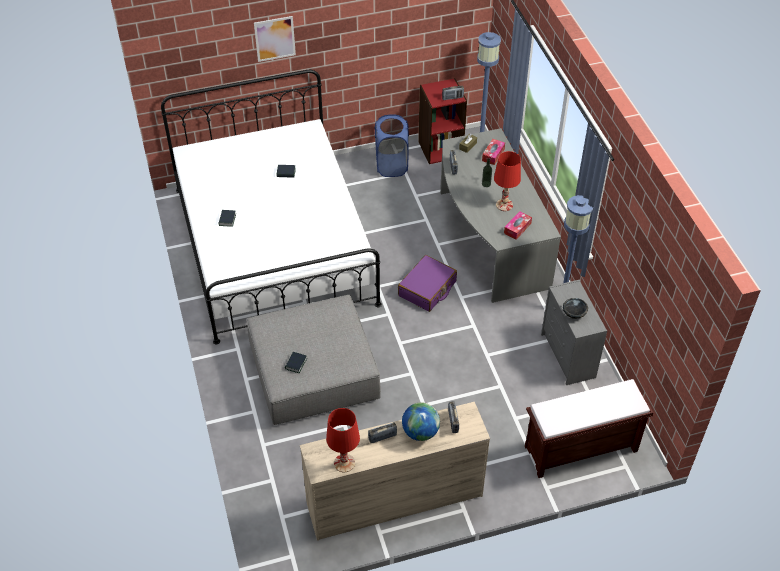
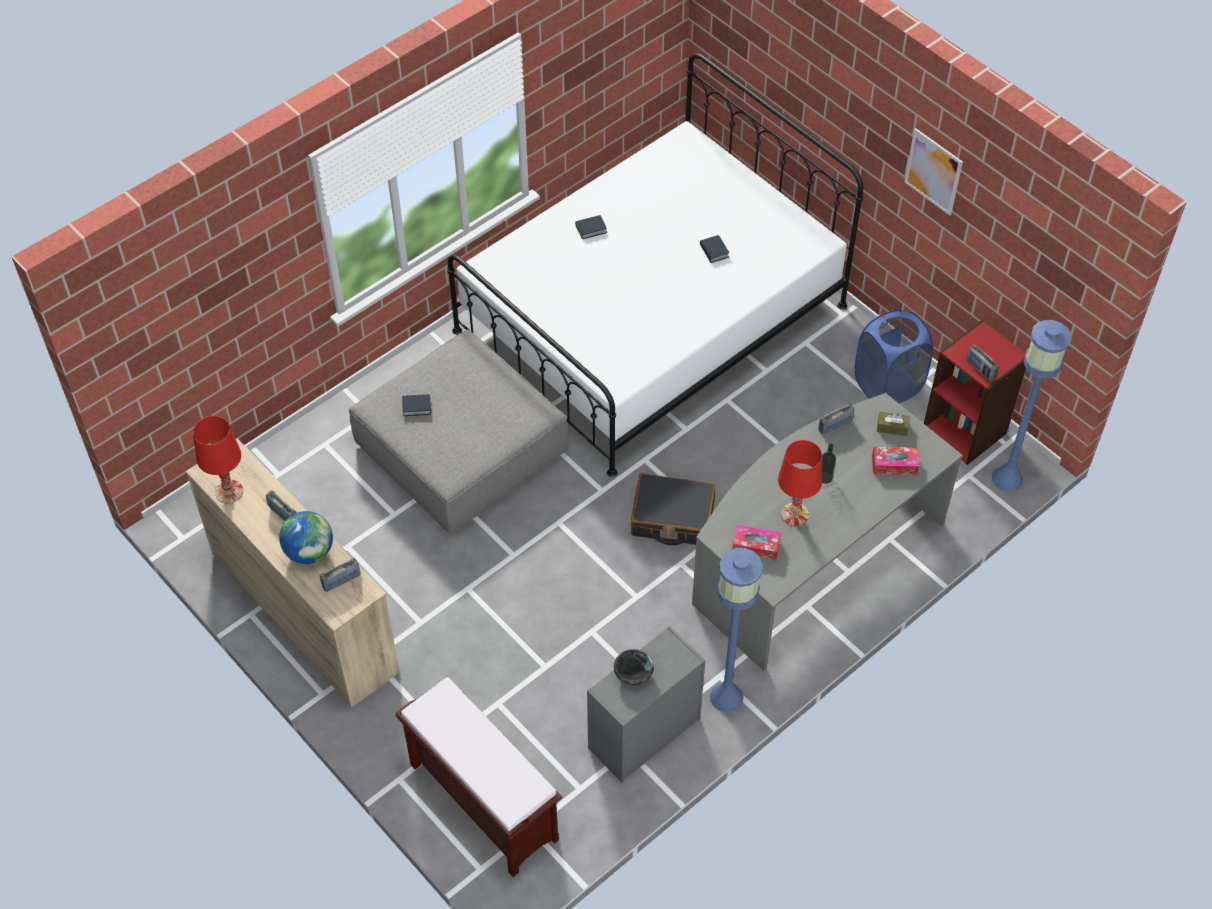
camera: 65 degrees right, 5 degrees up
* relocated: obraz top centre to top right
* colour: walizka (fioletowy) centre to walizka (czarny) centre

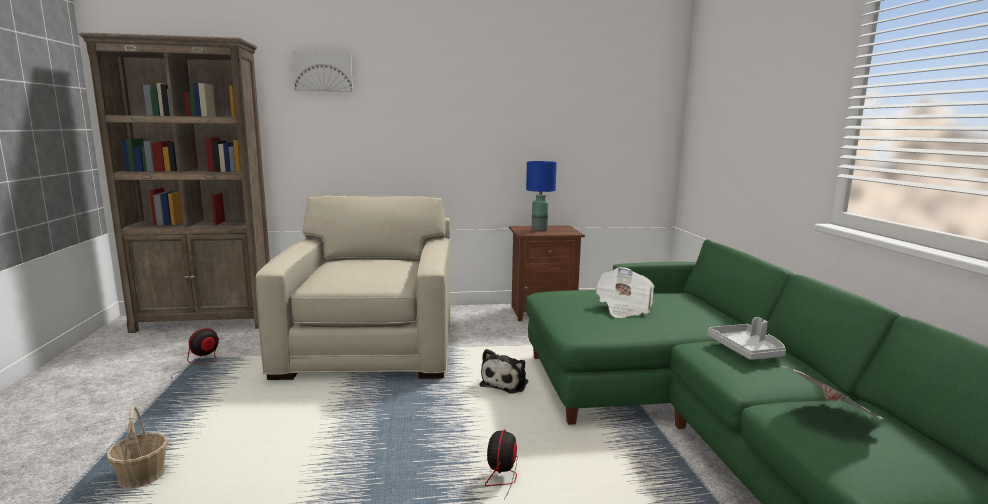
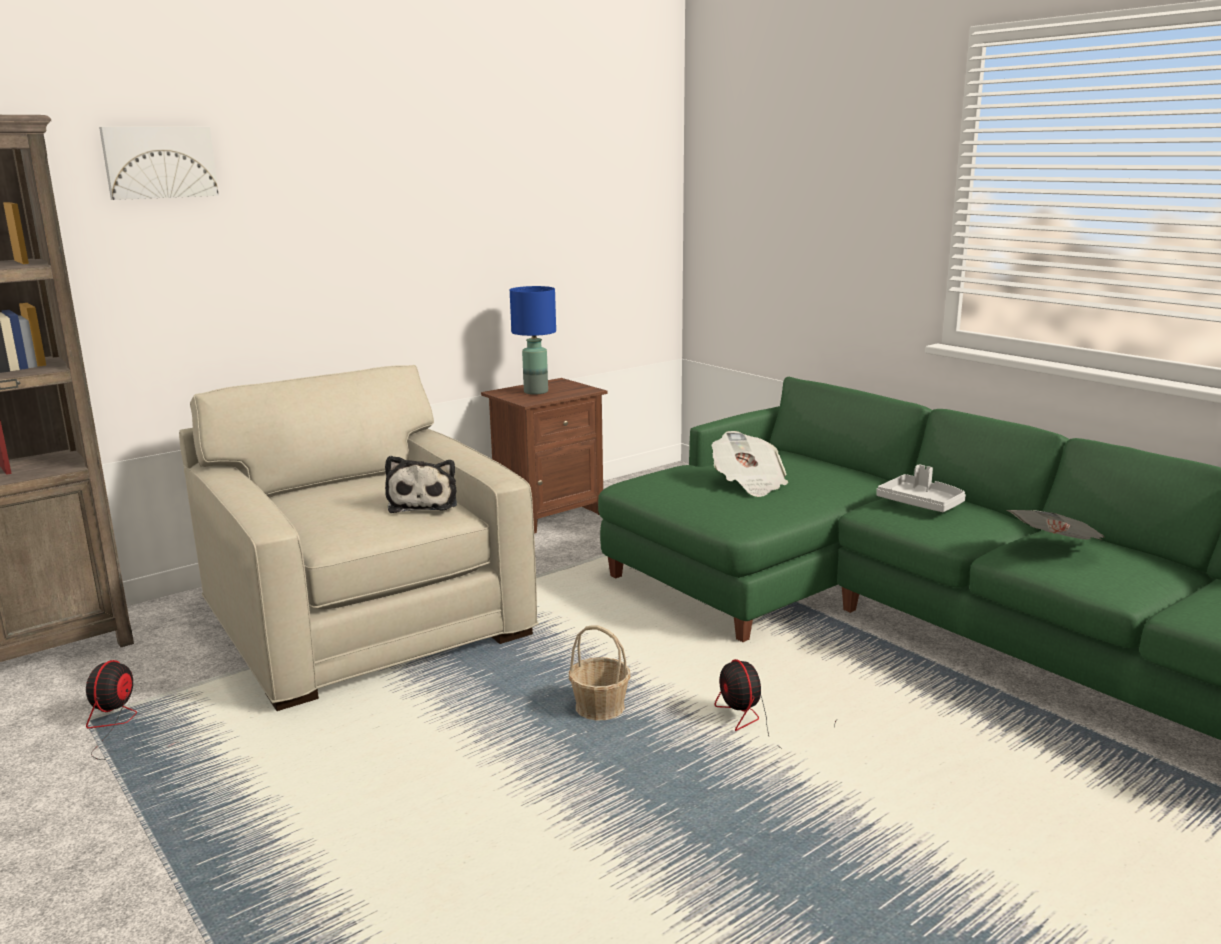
camera: 30 degrees left, 5 degrees up
* relocated: koszyk bottom left to bottom centre
* relocated: pluszak bottom centre to centre

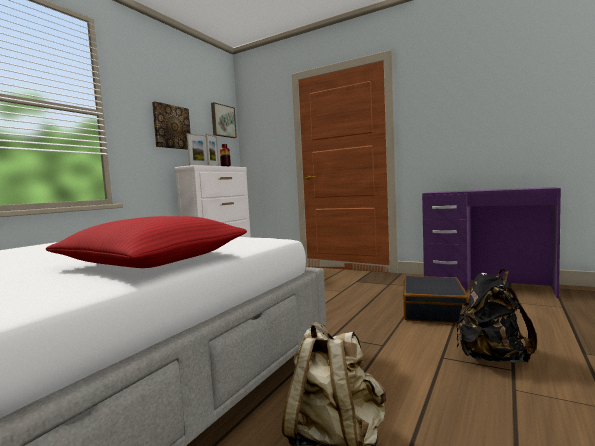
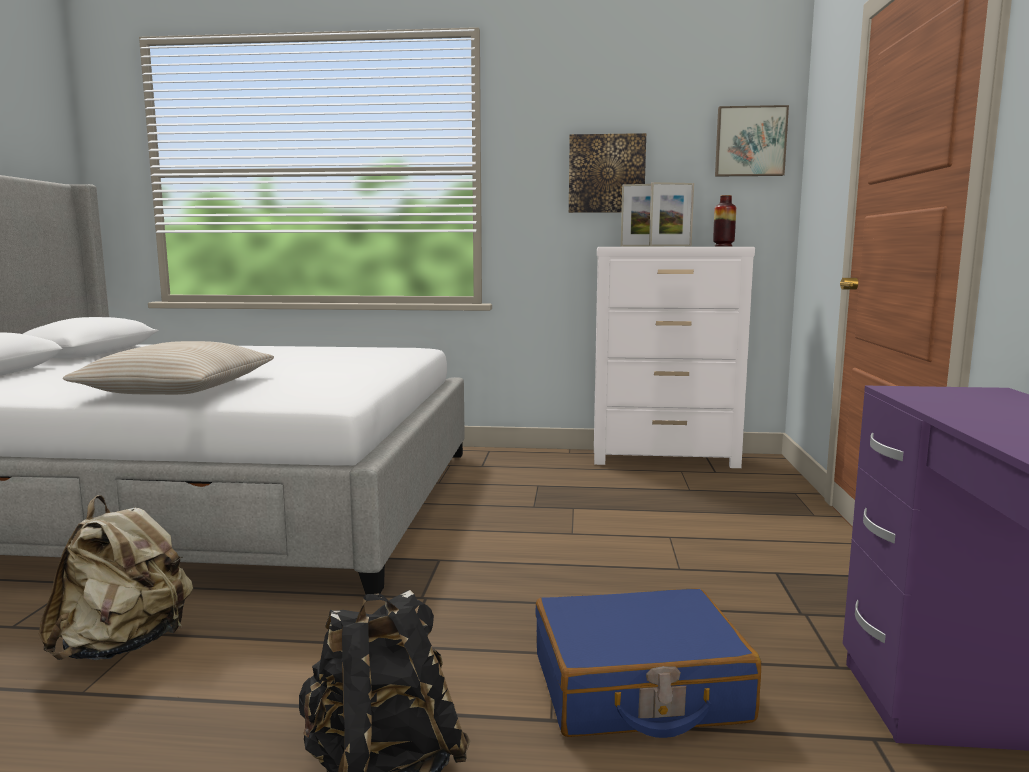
camera: 65 degrees right, 5 degrees up
* colour: poduszka (czerwony) middle left to poduszka (beżowy) middle left
* colour: walizka (czarny) bottom right to walizka (niebieski) bottom centre

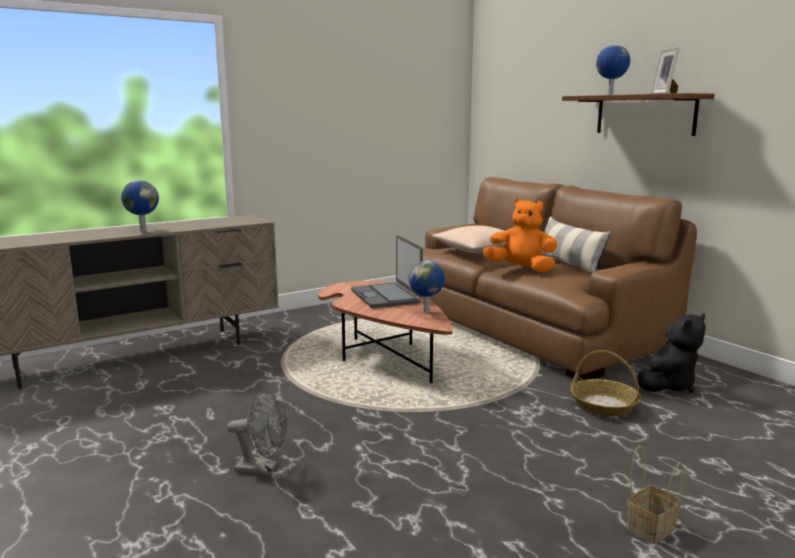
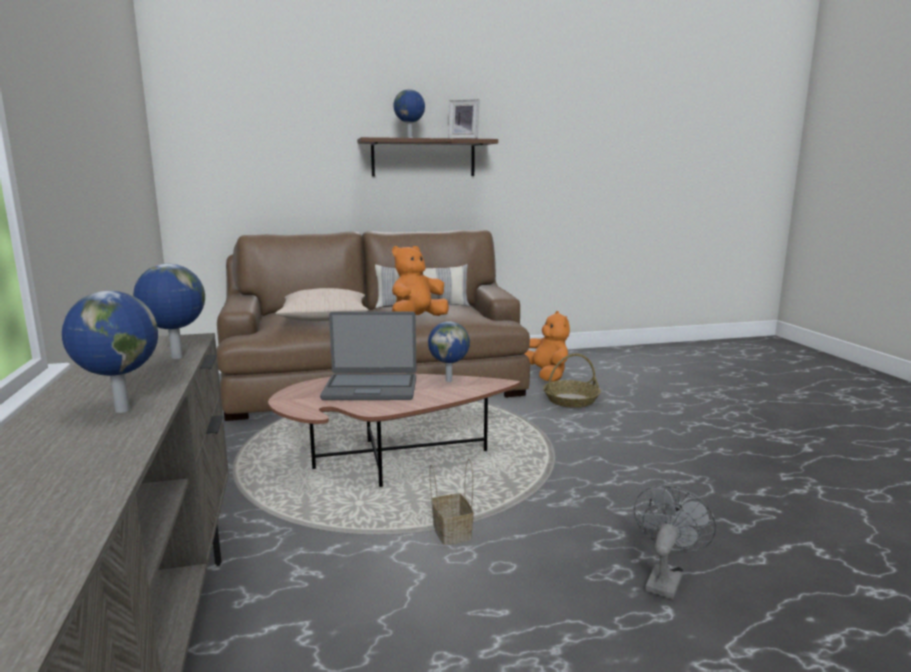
camera: 70 degrees left, 0 degrees up
* appeared: globus (no. 2 from left) middle left
* relocated: koszyk (no. 2 from left in the first image) bottom right to koszyk (no. 1 from left) bottom centre
* colour: pluszak (czarny) middle right to pluszak (pomarańczowy) (no. 2 from left) centre

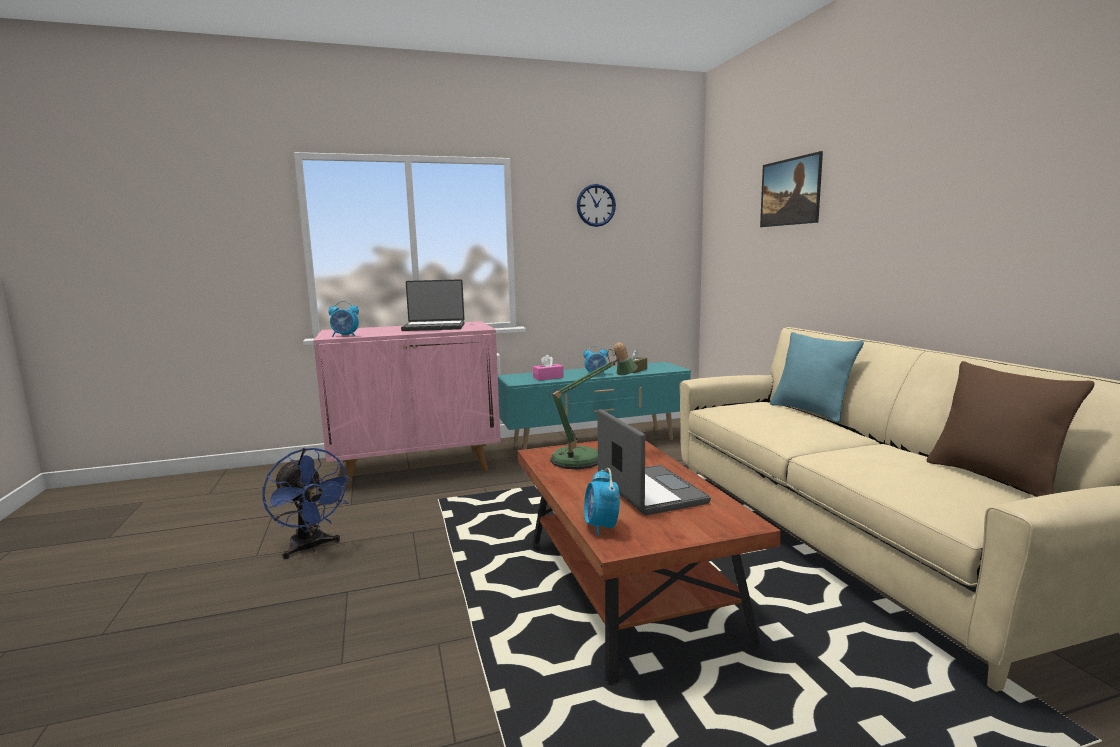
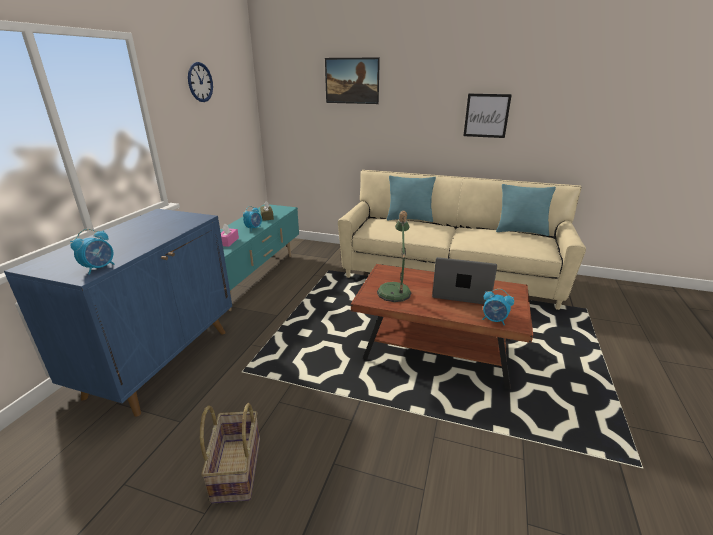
camera: 55 degrees left, 15 degrees up
* missing: laptop (no. 1 from left) centre
* appeared: obraz (no. 2 from left) top right
* exchanged: wentylator (niebieski) bottom left to koszyk bottom left
* colour: szafka (różowy) centre to szafka (niebieski) middle left
* colour: poduszka (brązowy) middle right to poduszka (turkusowy) (no. 2 from left) middle right

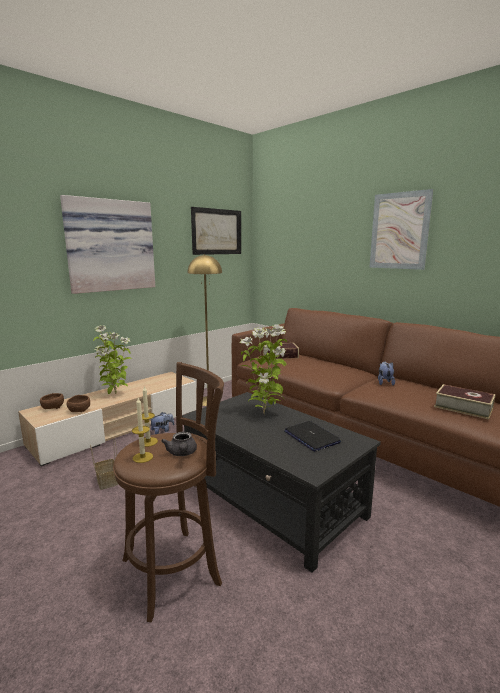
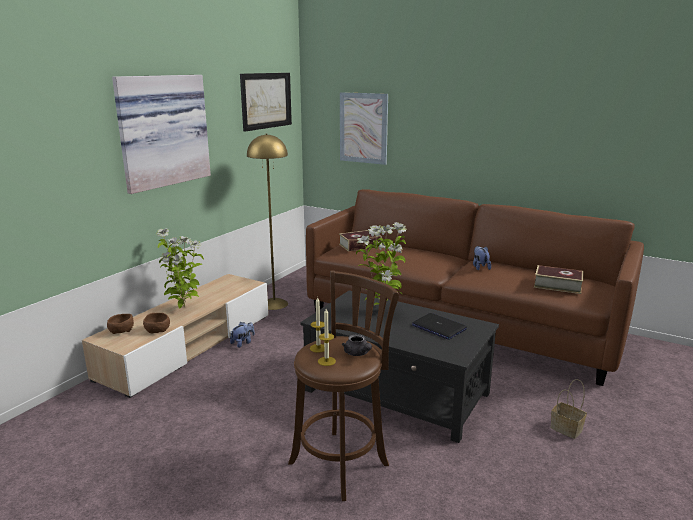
camera: 15 degrees left, 5 degrees up
* relocated: koszyk bottom left to bottom right
* relocated: obraz (no. 3 from left) top right to top centre

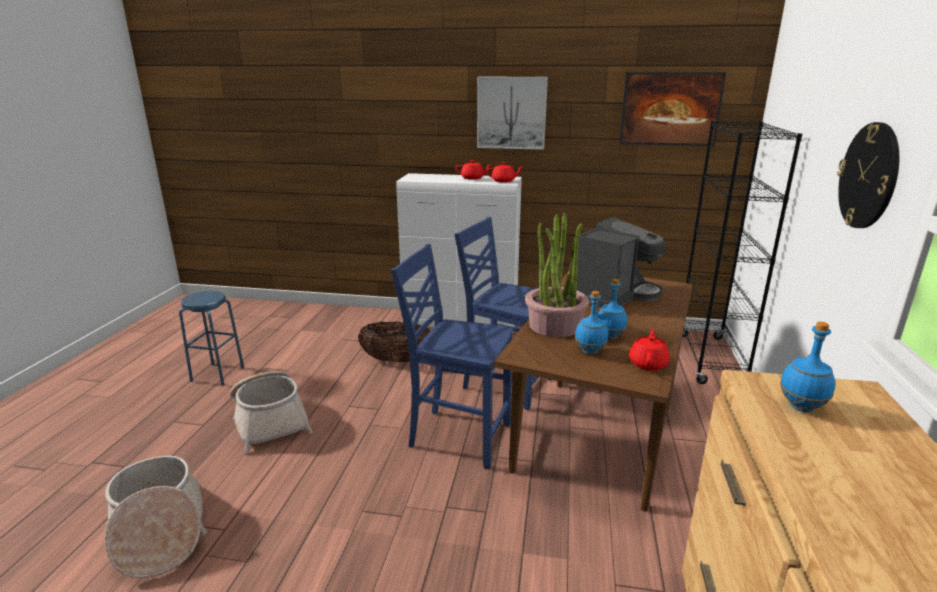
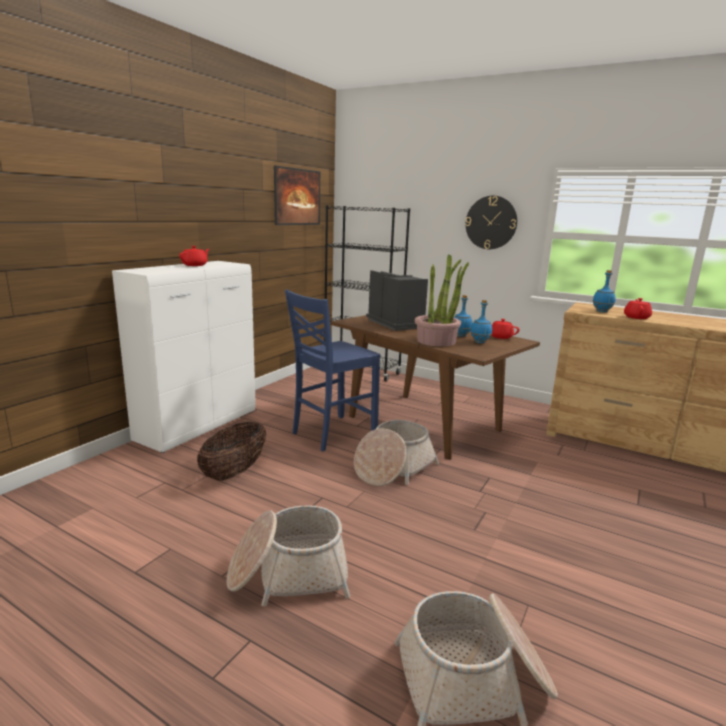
camera: 70 degrees left, 5 degrees down
* missing: stołek (niebieski) middle left
* missing: obraz (no. 1 from left) top centre
* relocated: imbryk (czerwony) (no. 2 from left in the first image) top centre to imbryk (czerwony) (no. 3 from left) middle right
* exchanged: krzesło (niebieski) (no. 1 from left) centre to koszyk (no. 3 from left) centre

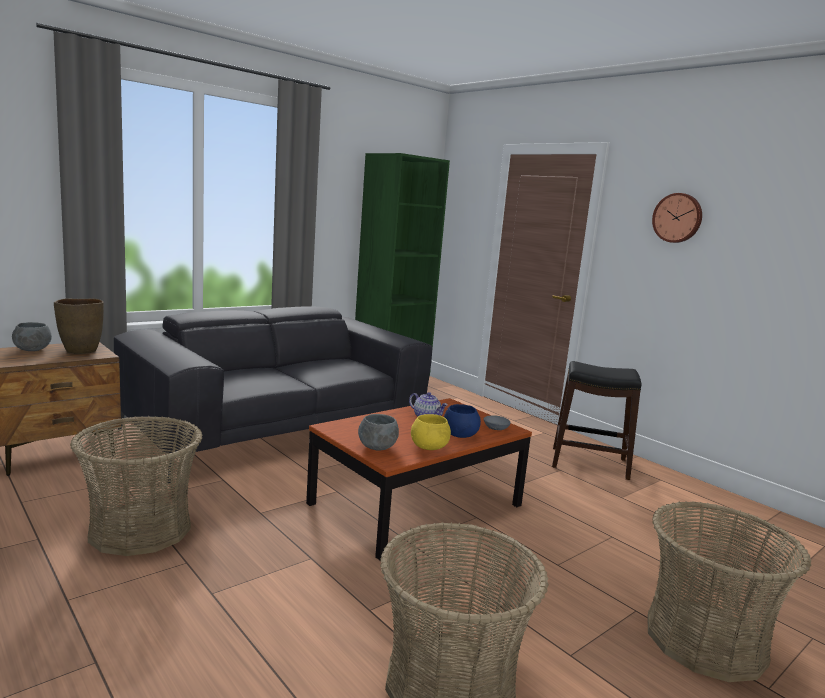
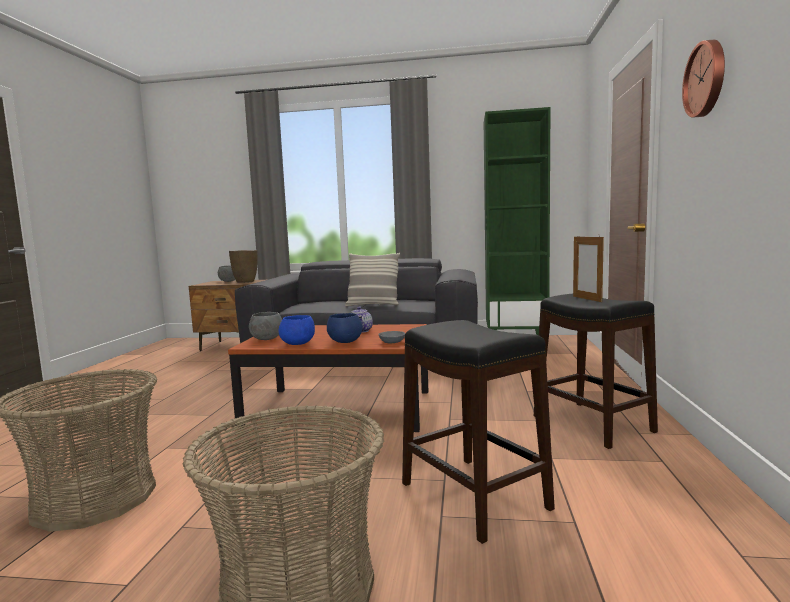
camera: 50 degrees right, 5 degrees down
* missing: koszyk (no. 1 from left) bottom left
* appeared: poduszka centre
* appeared: stołek (czarny) (no. 1 from left) bottom centre
* appeared: ramka na zdjęcie middle right
* colour: miska (żółty) centre to miska (niebieski) (no. 1 from left) centre

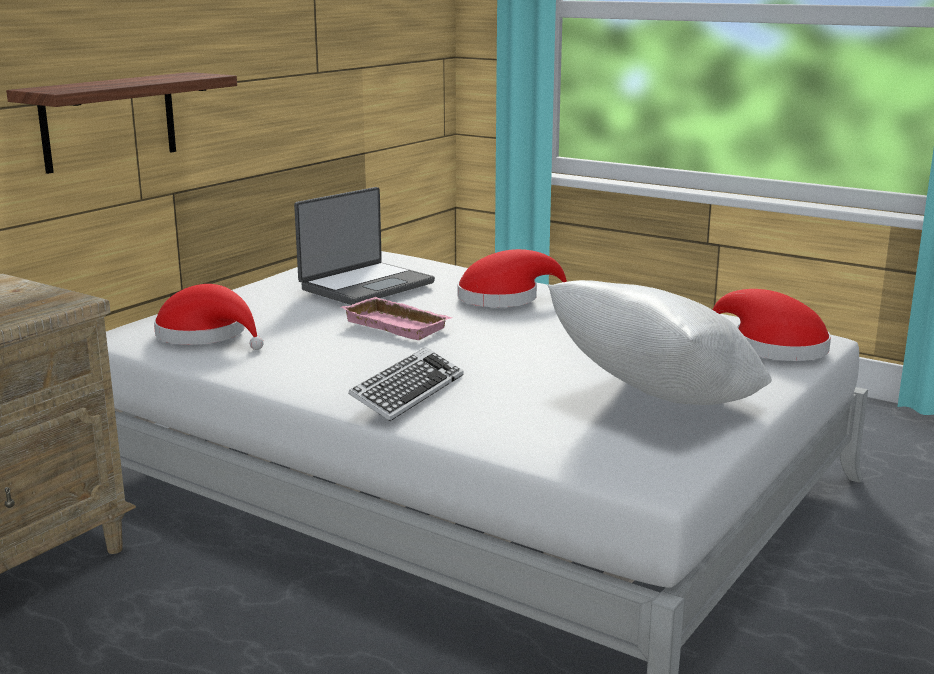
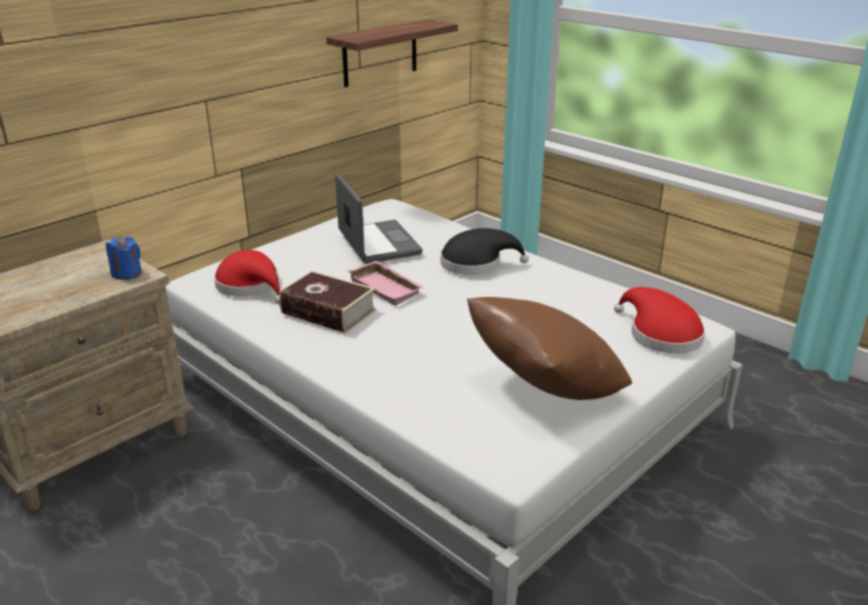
camera: 10 degrees right, 10 degrees up
* missing: klawiatura centre
* appeared: świeca (niebieski) middle left
* appeared: książka centre
* relocated: półka top left to top centre
* colour: kapelusz (czerwony) (no. 2 from left) centre to kapelusz (czarny) centre
* colour: poduszka (biały) middle right to poduszka (brązowy) centre
* spun: laptop centre = centre 75 degrees counterclockwise

